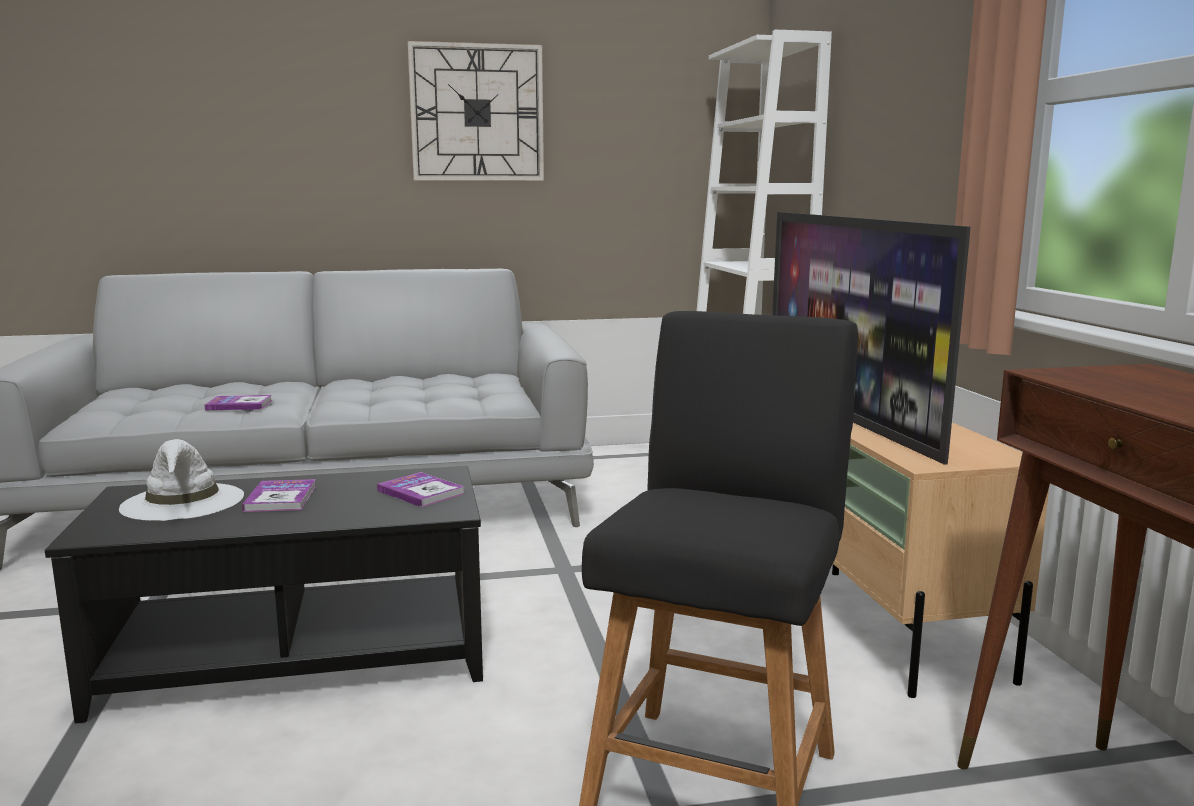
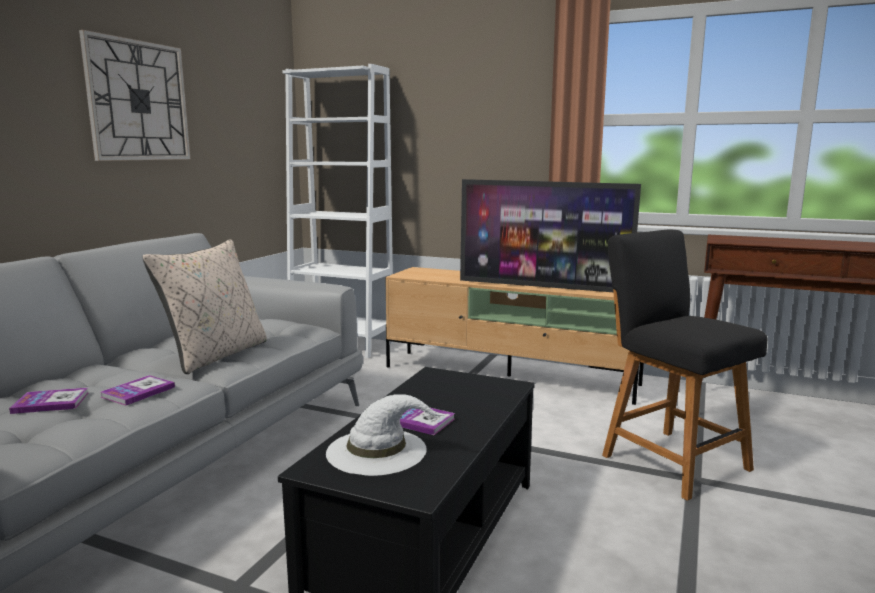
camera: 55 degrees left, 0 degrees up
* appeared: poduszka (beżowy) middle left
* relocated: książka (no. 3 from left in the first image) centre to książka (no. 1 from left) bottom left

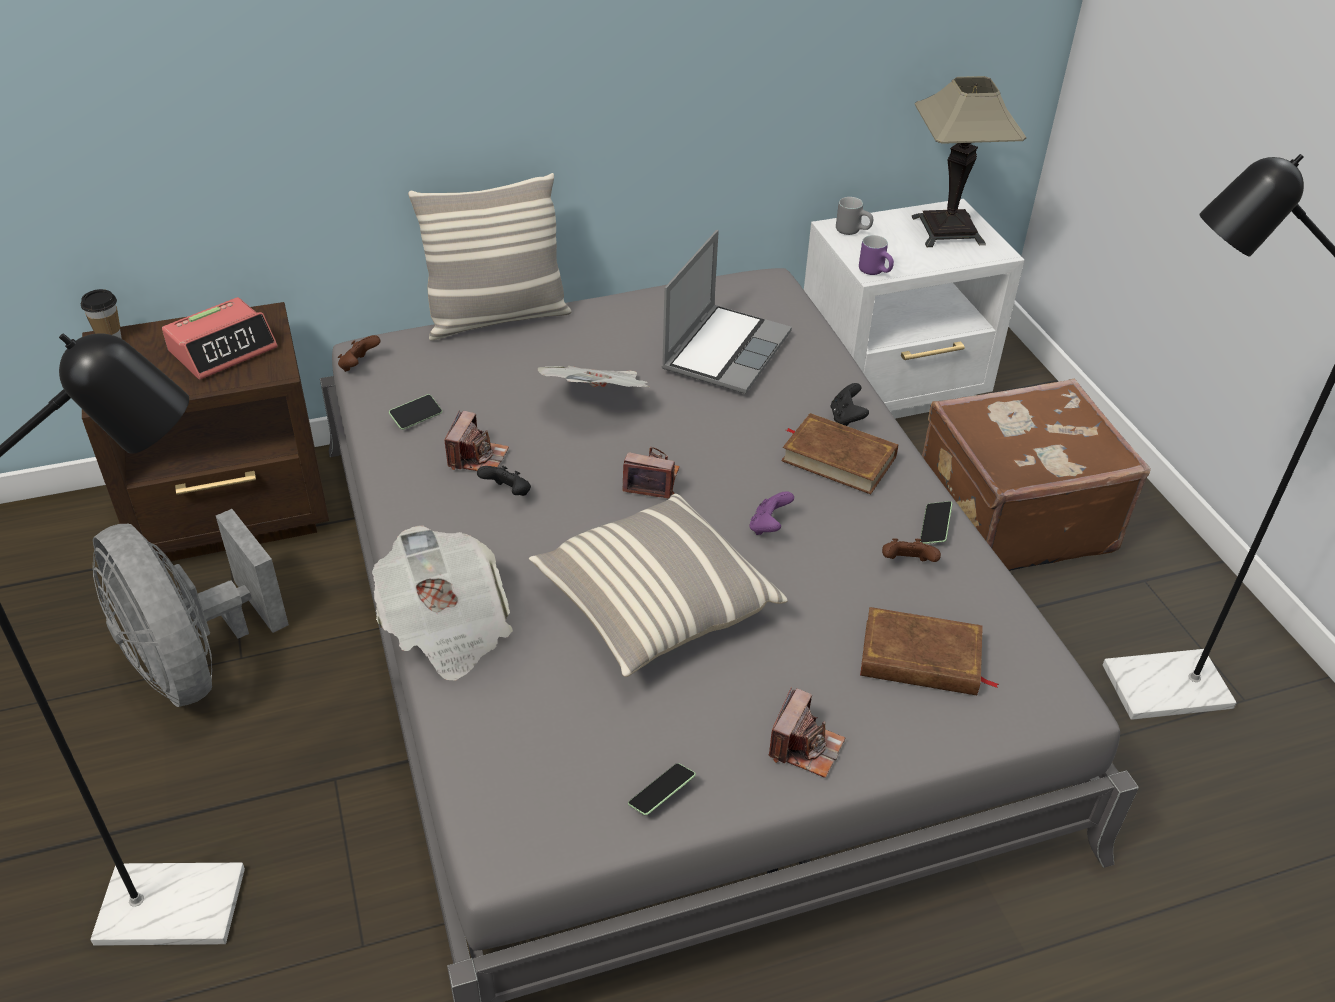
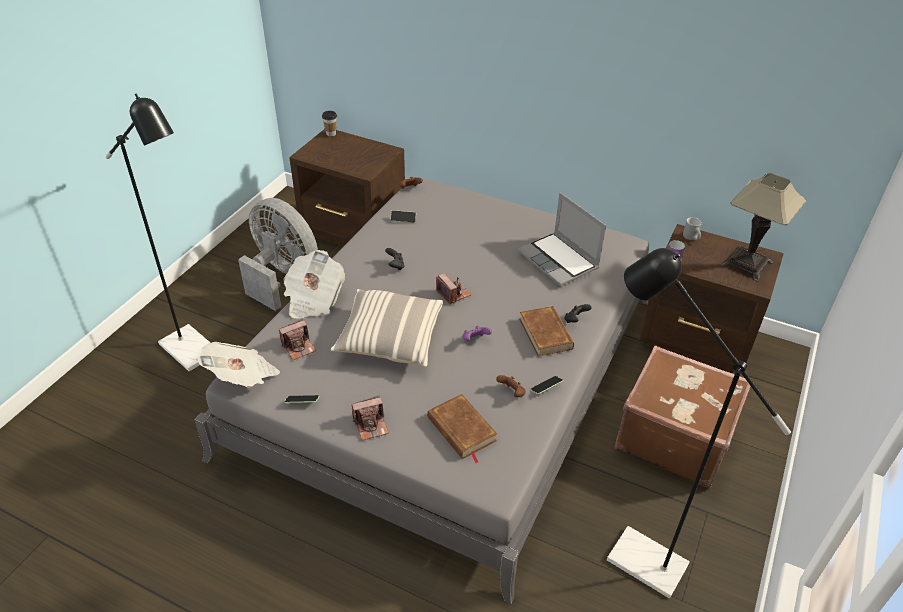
camera: 45 degrees right, 0 degrees up
* missing: budzik middle left
* missing: poduszka (no. 1 from left) top centre
* relocated: aparat fotograficzny (no. 1 from left) centre to middle left
* relocated: gazeta (no. 2 from left in the first image) centre to gazeta (no. 1 from left) middle left
* colour: szafka nocna (biały) top right to szafka nocna (brązowy) (no. 2 from left) middle right
* spun: wentylator (szary) middle left = middle left 120 degrees clockwise
* spun: laptop top centre = centre 75 degrees clockwise

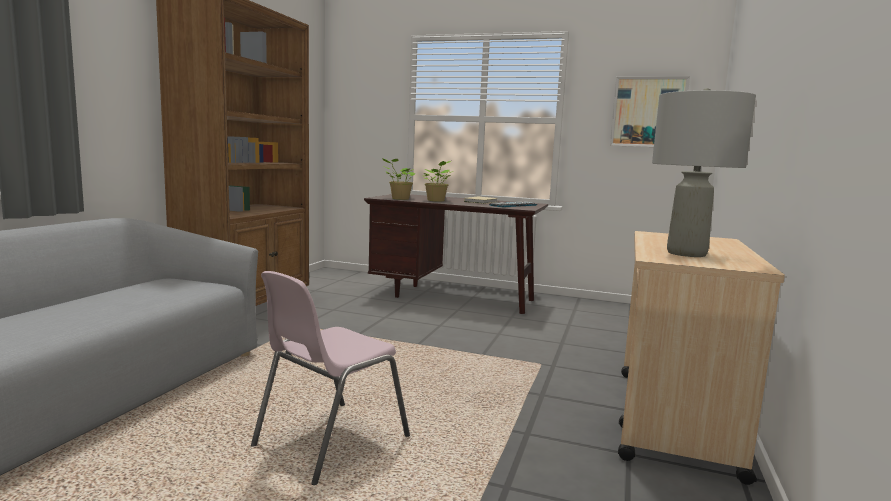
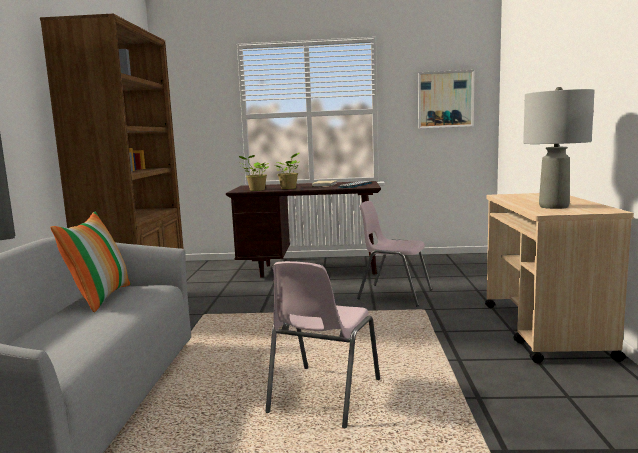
camera: 15 degrees left, 0 degrees up
* appeared: poduszka middle left
* appeared: krzesło (różowy) (no. 2 from left) centre

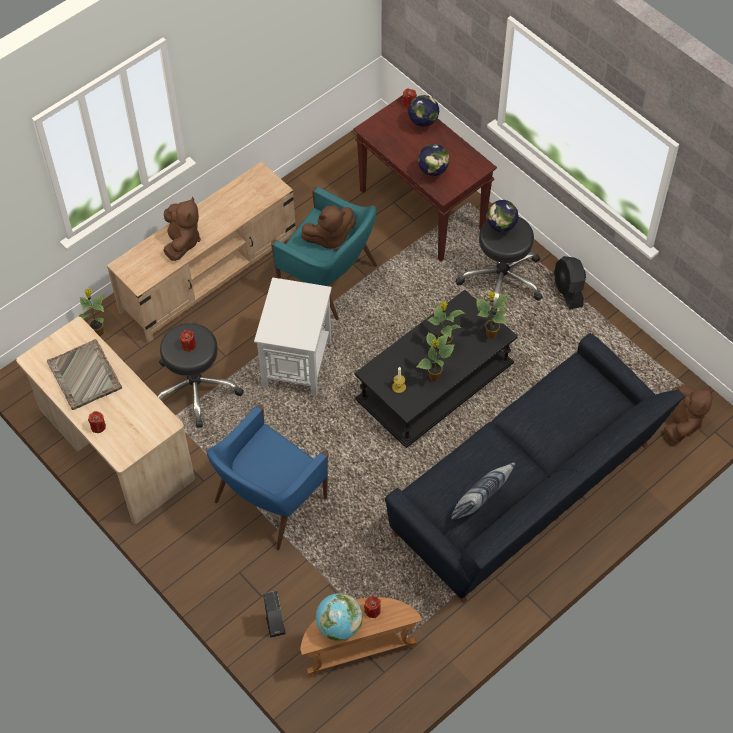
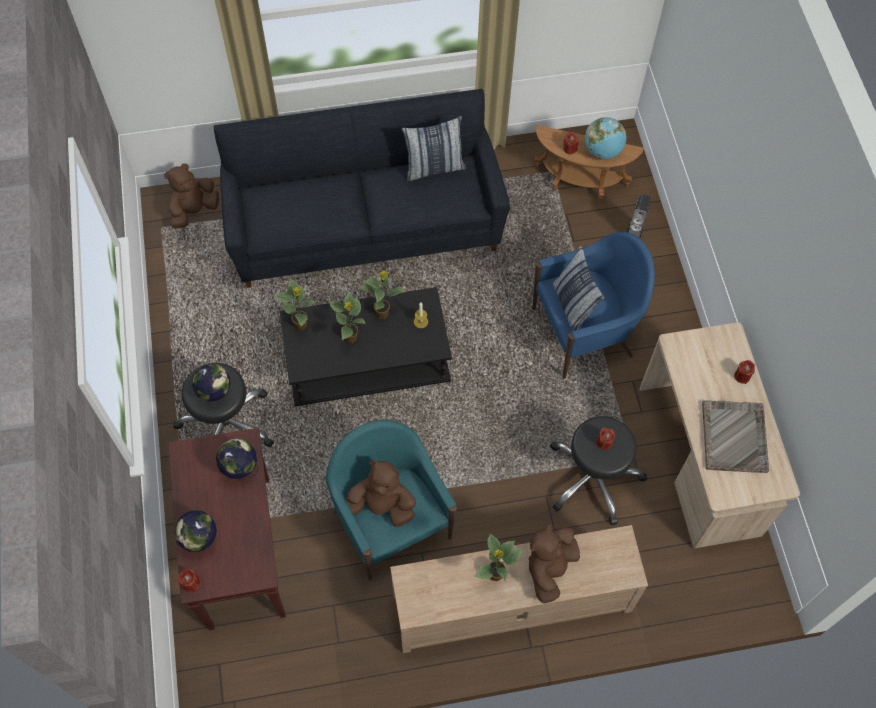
camera: 150 degrees left, 5 degrees up
* missing: stolik (biały) centre
* missing: wentylator (czarny) middle right
* appeared: poduszka (no. 2 from left) centre
* relocated: roślina doniczkowa (no. 1 from left in the first image) middle left to roślina doniczkowa (no. 4 from left) bottom centre

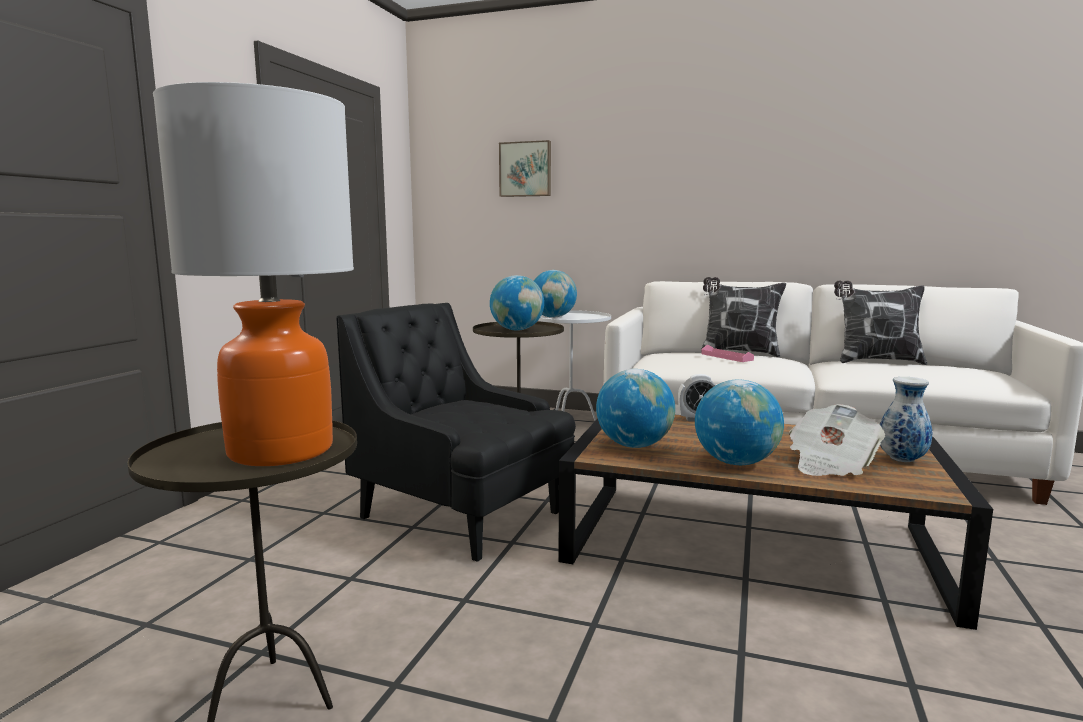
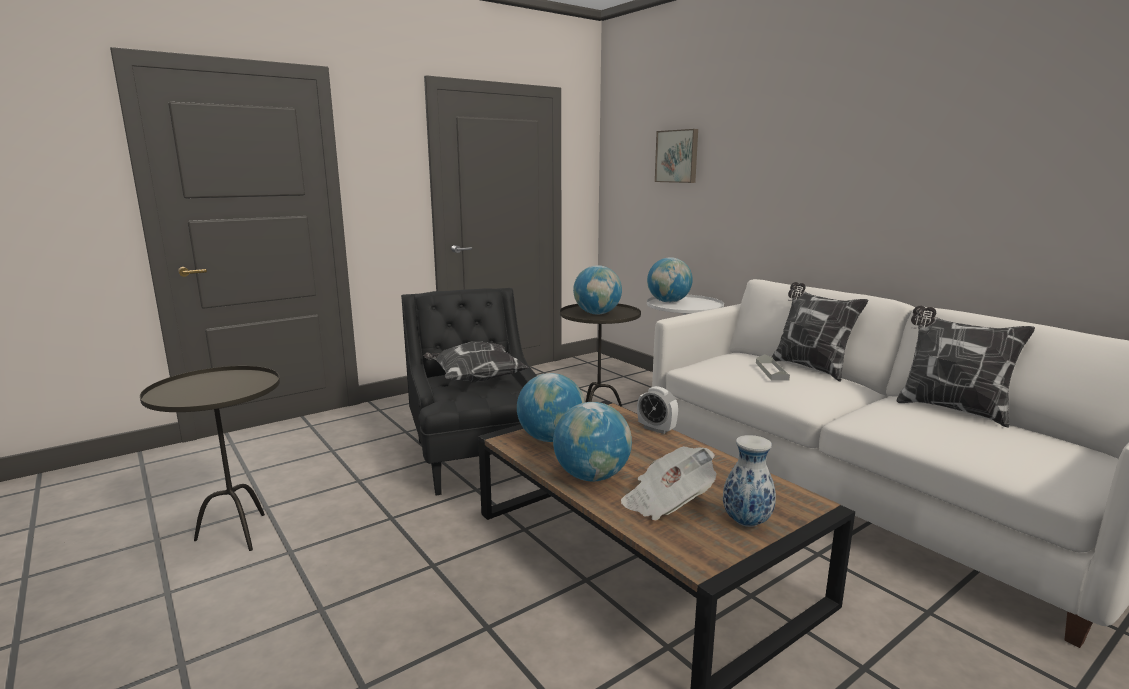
camera: 35 degrees right, 5 degrees up
* missing: lampa stołowa middle left
* appeared: poduszka (no. 1 from left) centre
* colour: taca (różowy) middle right to taca (szary) middle right

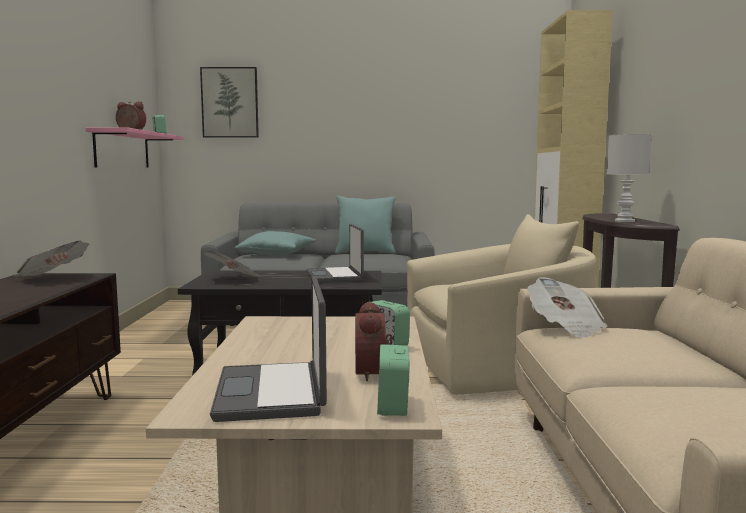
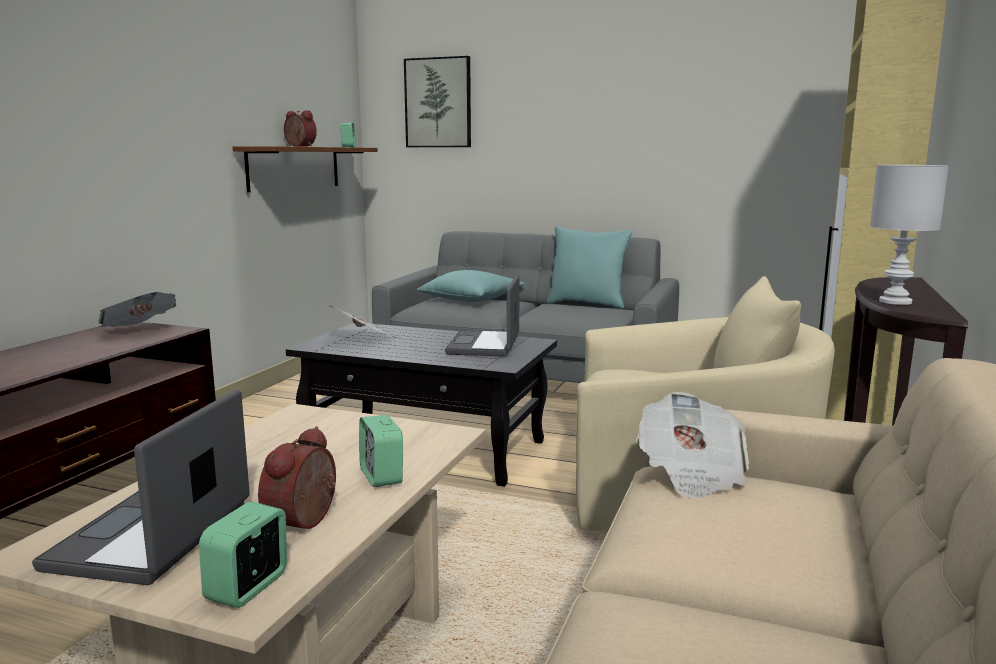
camera: 20 degrees right, 5 degrees up
* colour: półka (różowy) top left to półka (brązowy) top left

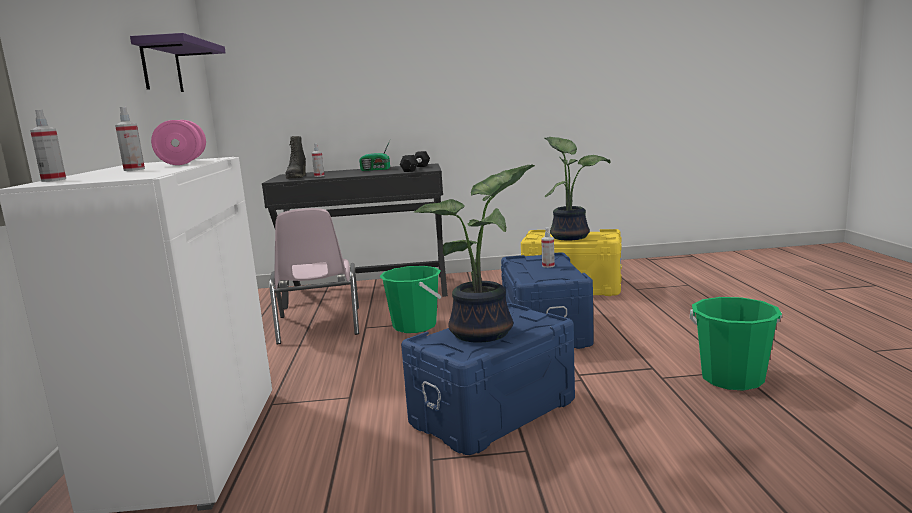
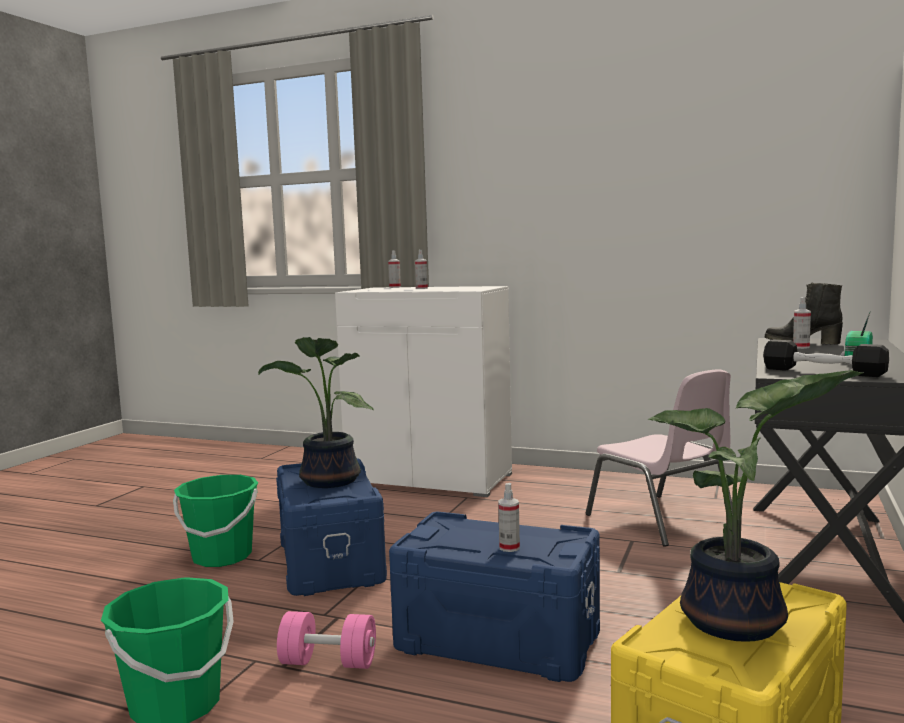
camera: 115 degrees right, 5 degrees down
* missing: półka (fioletowy) top left
* relocated: hantel (różowy) top left to bottom centre
* relocated: wiadro (zielony) (no. 1 from left in the first image) centre to wiadro (zielony) (no. 2 from left) bottom left
* spun: krzesło (różowy) centre = middle right 135 degrees counterclockwise

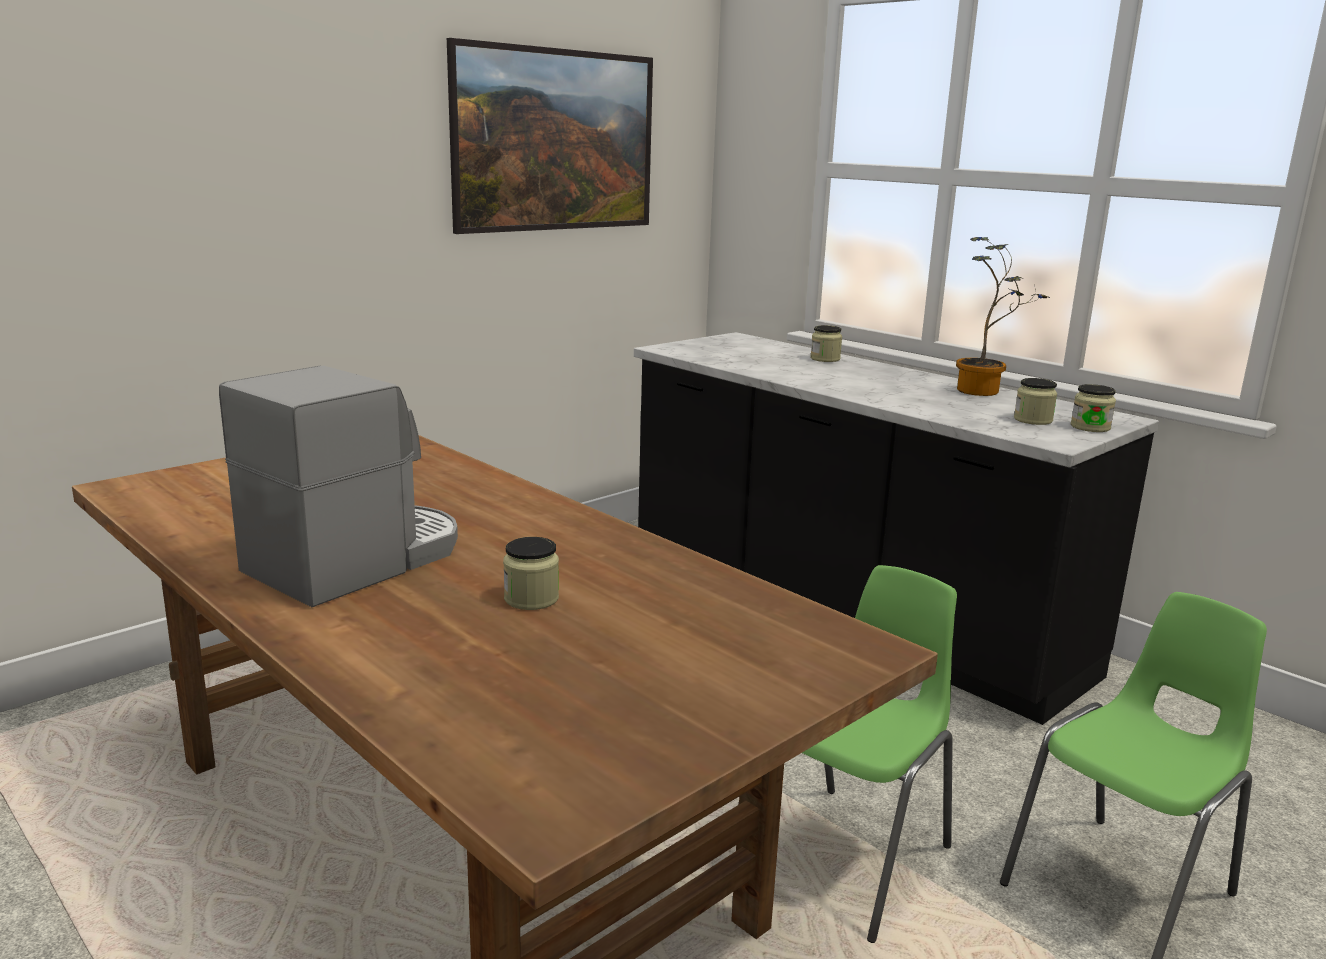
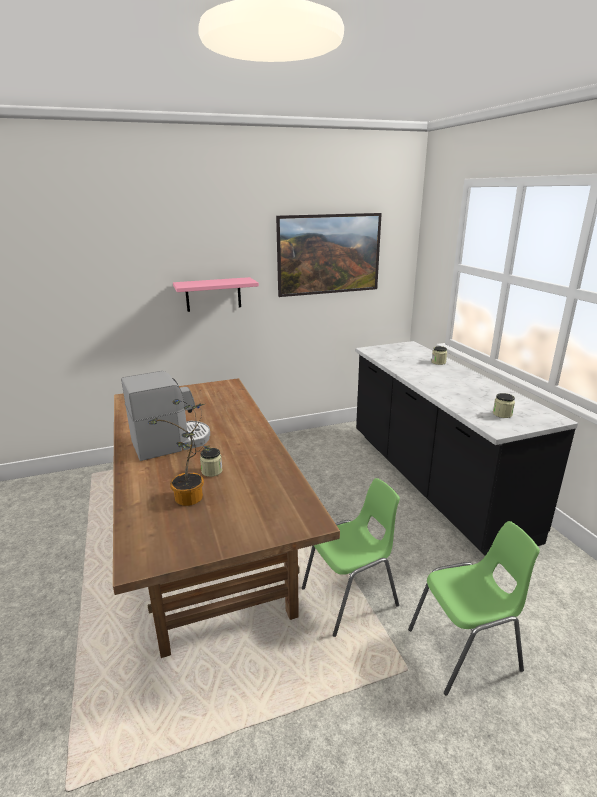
camera: 25 degrees right, 5 degrees up
* missing: słoik (no. 4 from left) middle right
* appeared: półka (różowy) centre
* relocated: roślina doniczkowa top right to middle left

